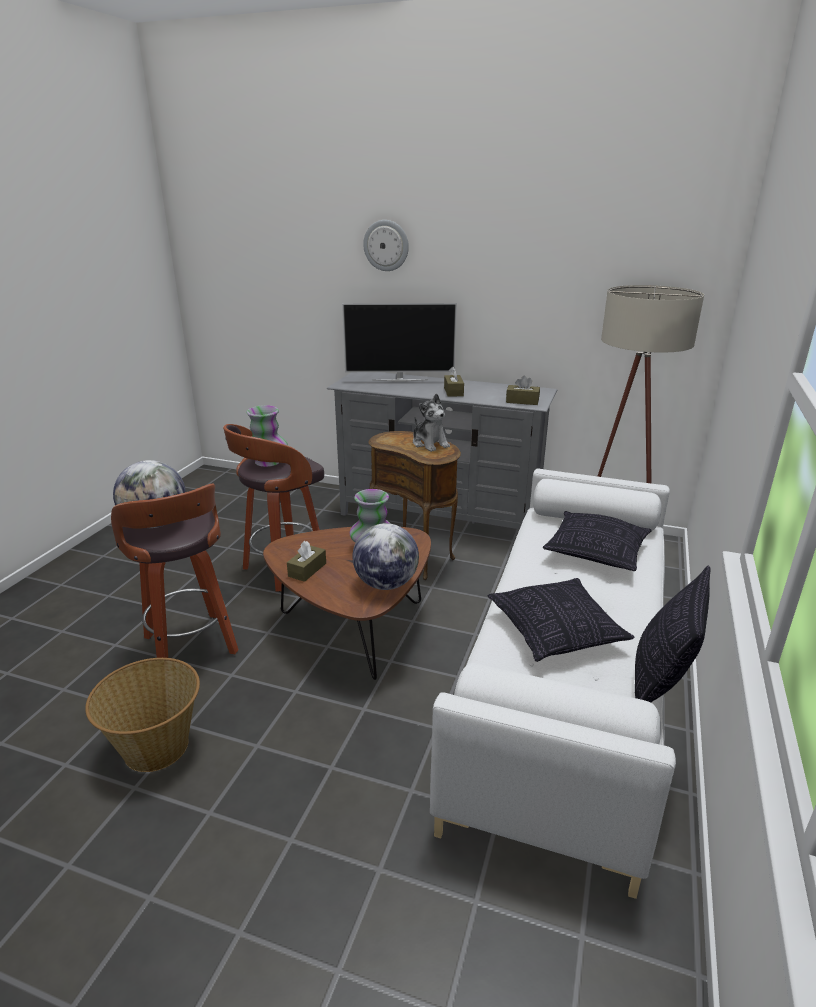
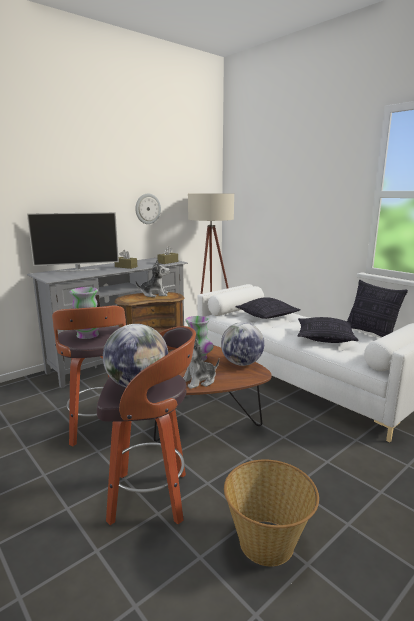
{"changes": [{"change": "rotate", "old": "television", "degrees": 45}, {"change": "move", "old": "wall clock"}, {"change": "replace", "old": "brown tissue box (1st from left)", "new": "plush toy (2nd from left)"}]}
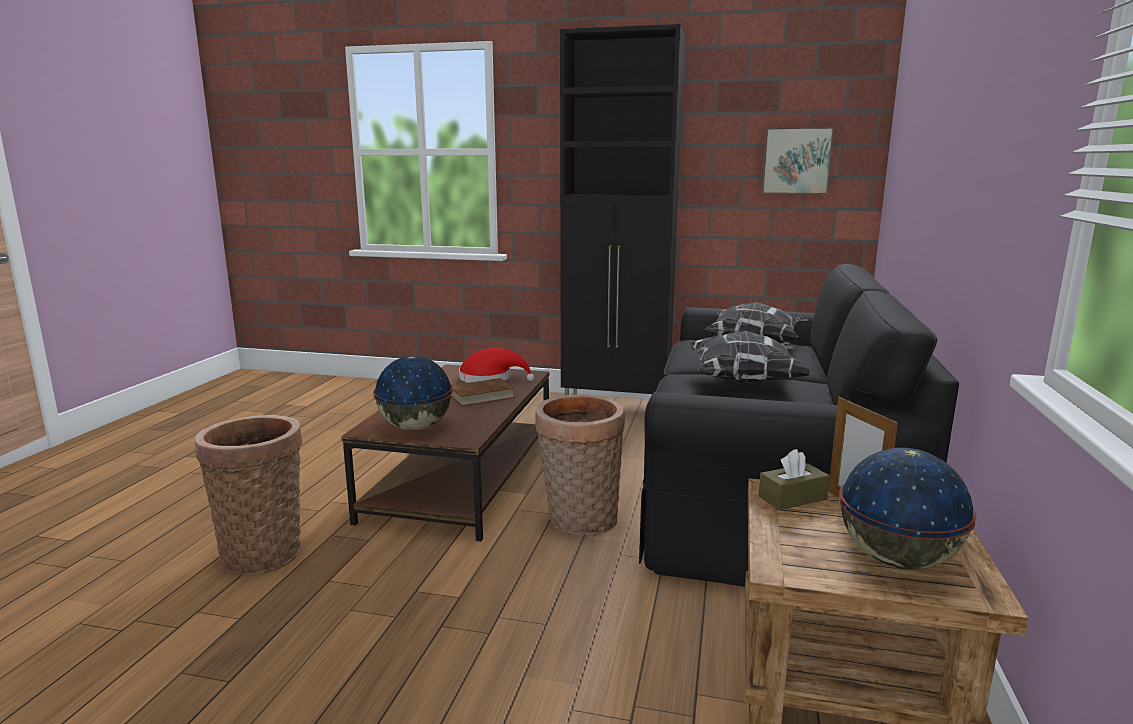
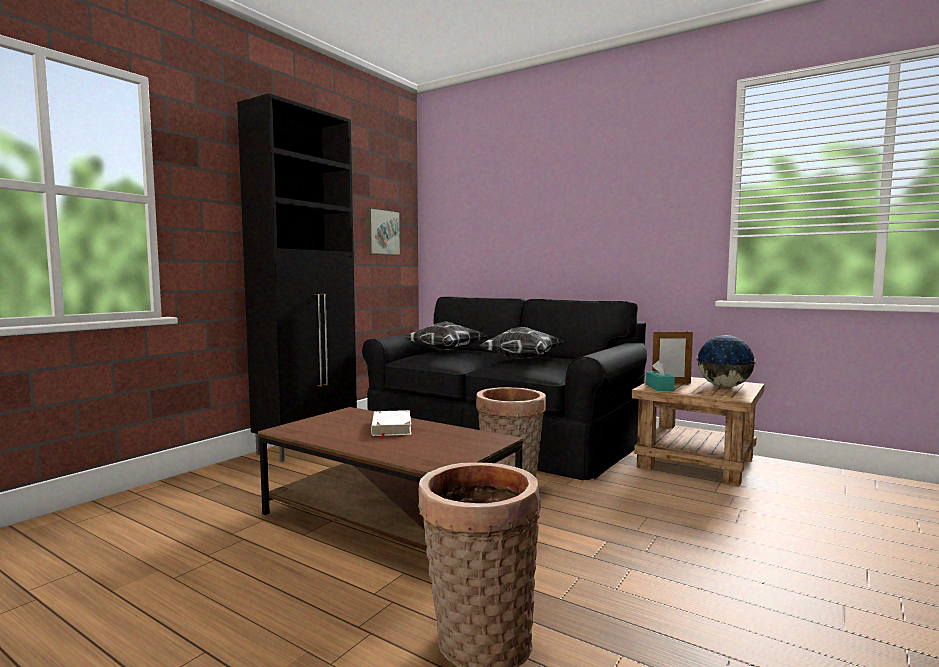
{"changes": [{"change": "recolor", "old": "brown book", "new": "white book"}, {"change": "recolor", "old": "brown tissue box", "new": "turquoise tissue box"}, {"change": "delete", "old": "globe (1st from left)"}, {"change": "delete", "old": "red hat"}]}
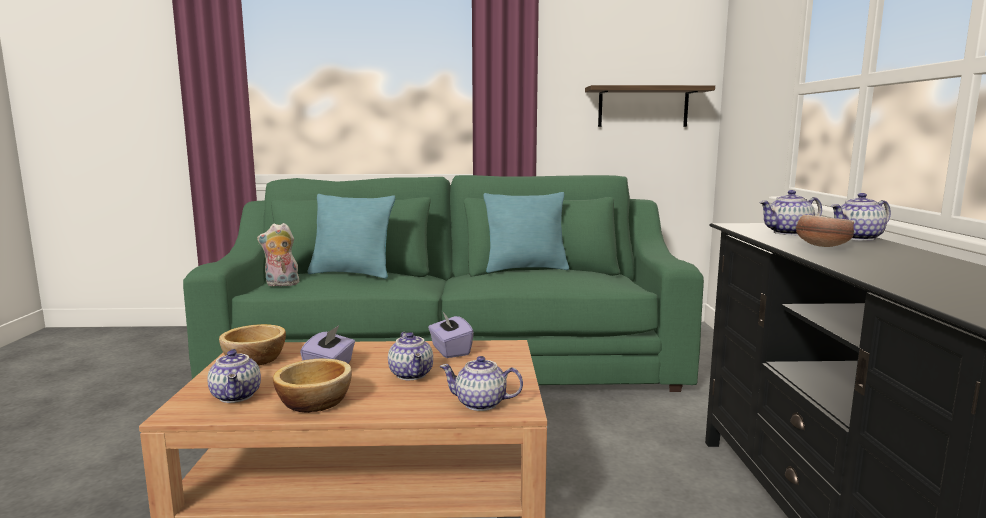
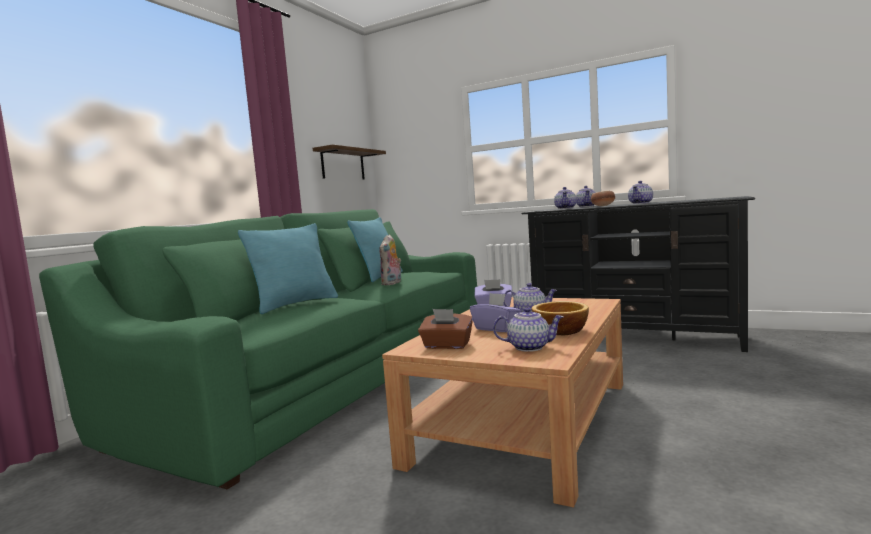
{"changes": [{"change": "move", "old": "plush toy"}, {"change": "replace", "old": "bowl (1st from left)", "new": "brown tissue box"}, {"change": "move", "old": "teapot (3rd from left in the first image)", "new": "teapot (5th from left)"}]}
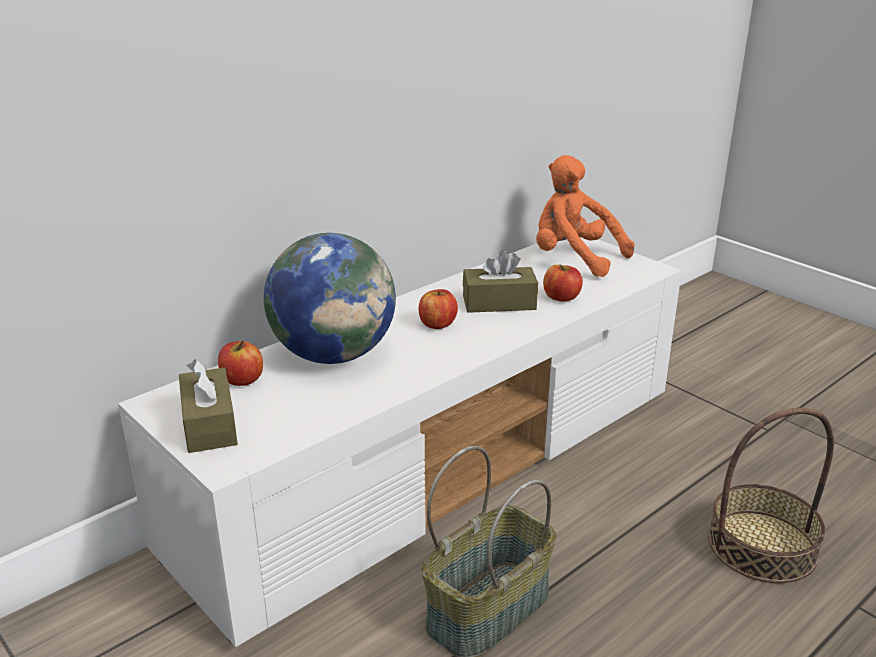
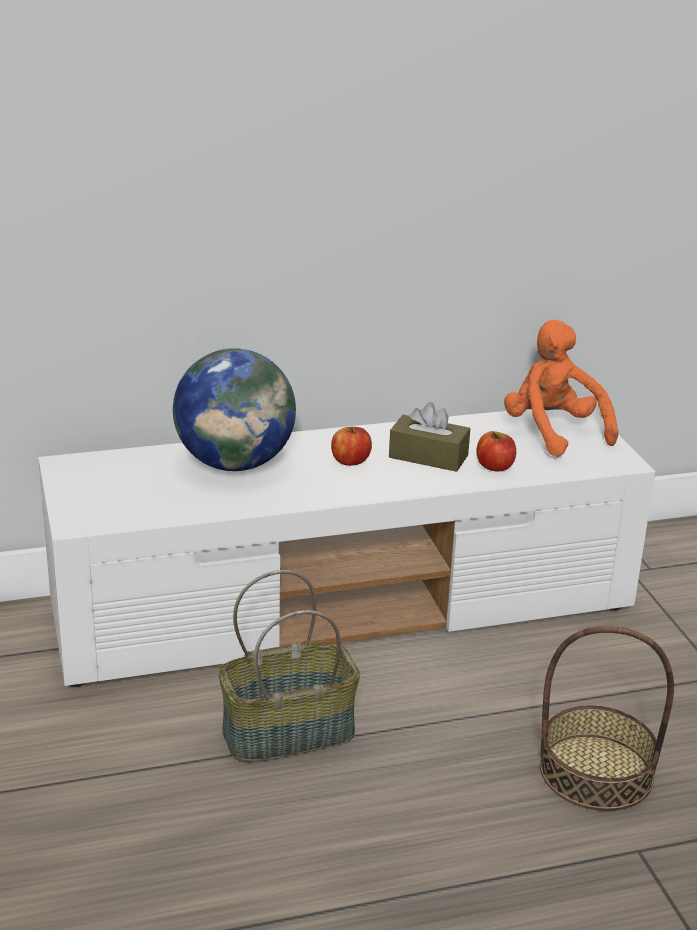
{"changes": [{"change": "delete", "old": "brown tissue box (1st from left)"}, {"change": "delete", "old": "apple (1st from left)"}]}
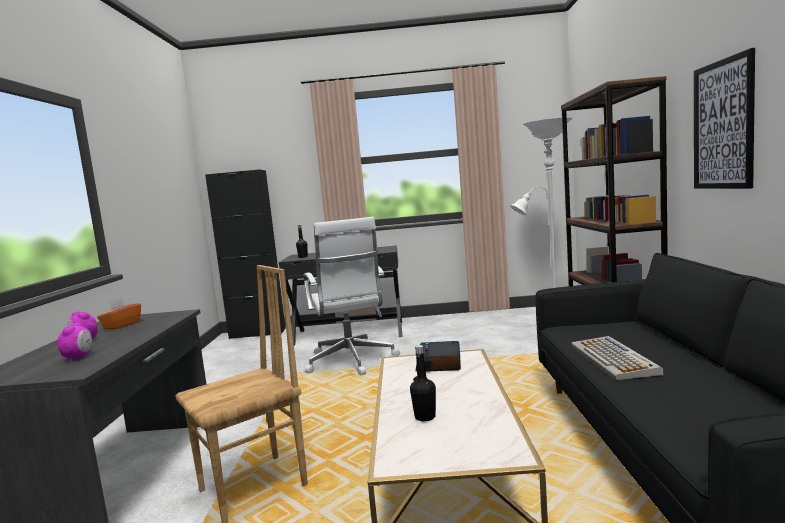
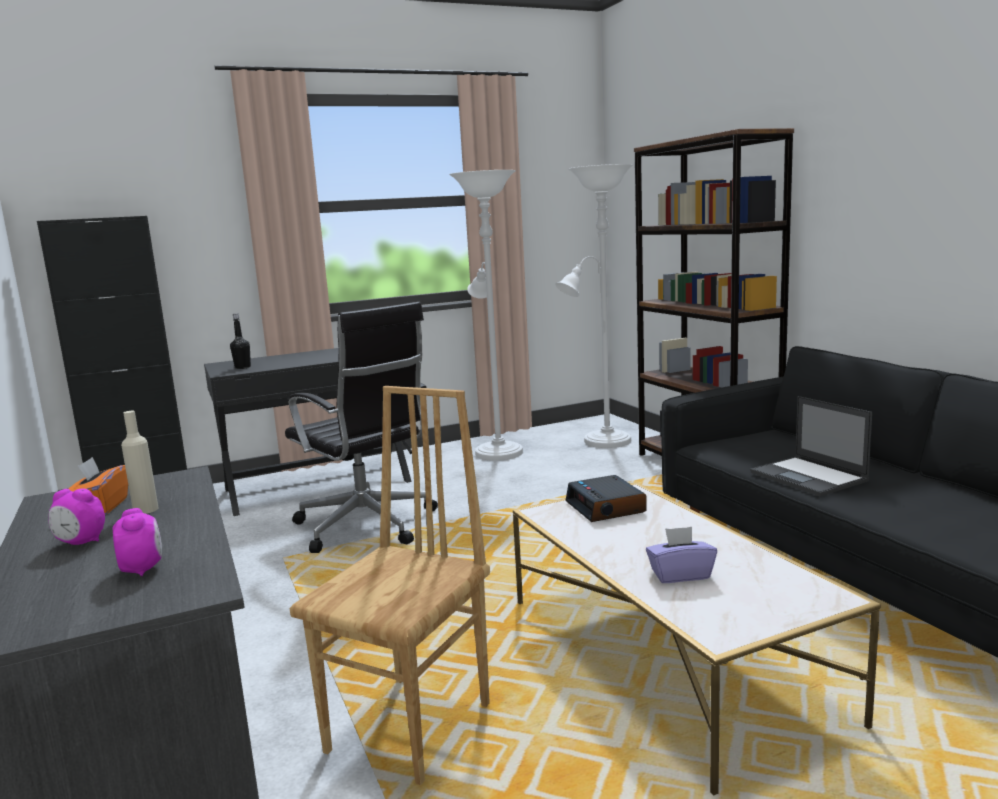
{"changes": [{"change": "insert", "new": "beige bottle"}, {"change": "recolor", "old": "white office chair", "new": "black office chair"}, {"change": "insert", "new": "white floor lamp (1st from left)"}, {"change": "replace", "old": "black bottle (2nd from left)", "new": "purple tissue box"}, {"change": "replace", "old": "keyboard", "new": "laptop"}, {"change": "delete", "old": "picture"}]}
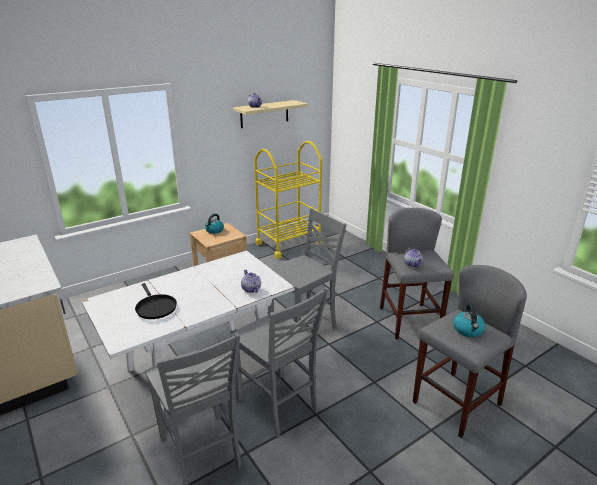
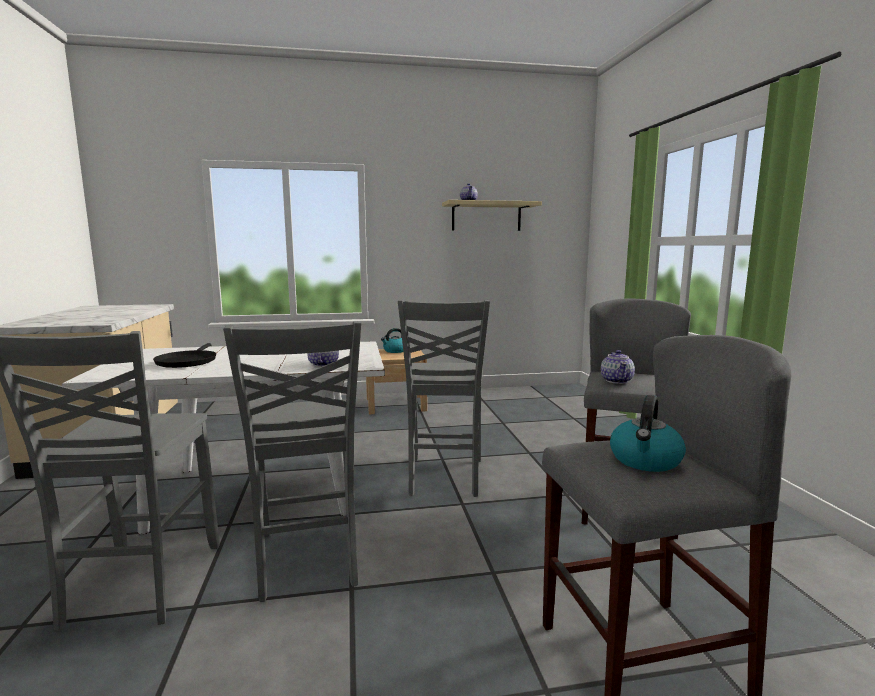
{"changes": [{"change": "rotate", "old": "grey chair (3rd from left)", "degrees": 105}, {"change": "delete", "old": "yellow cart"}]}
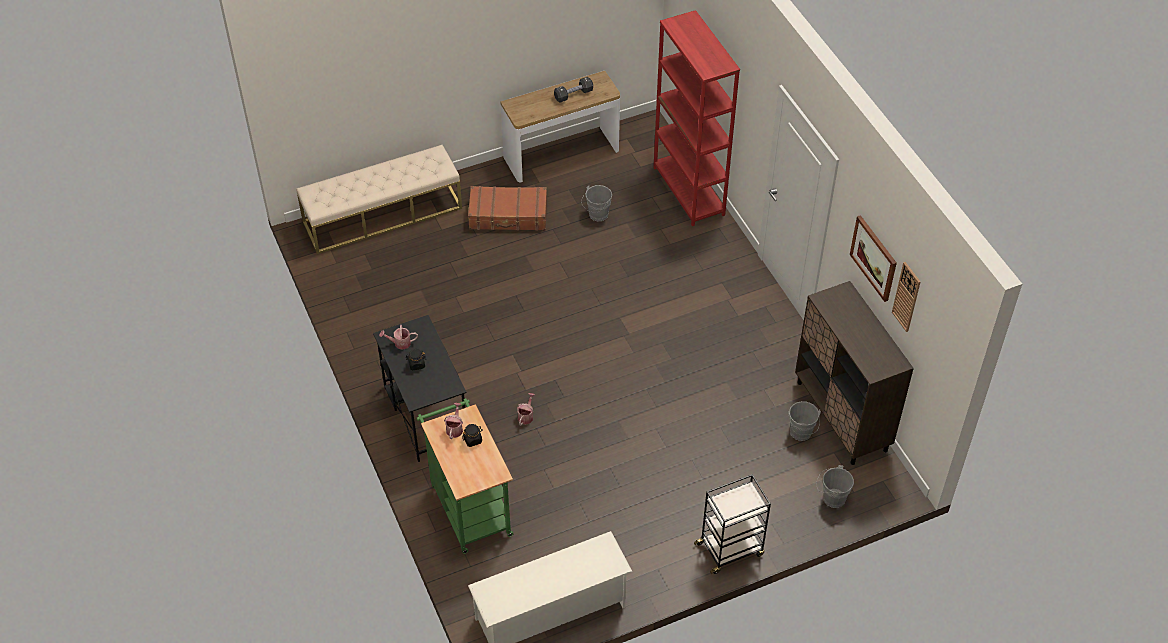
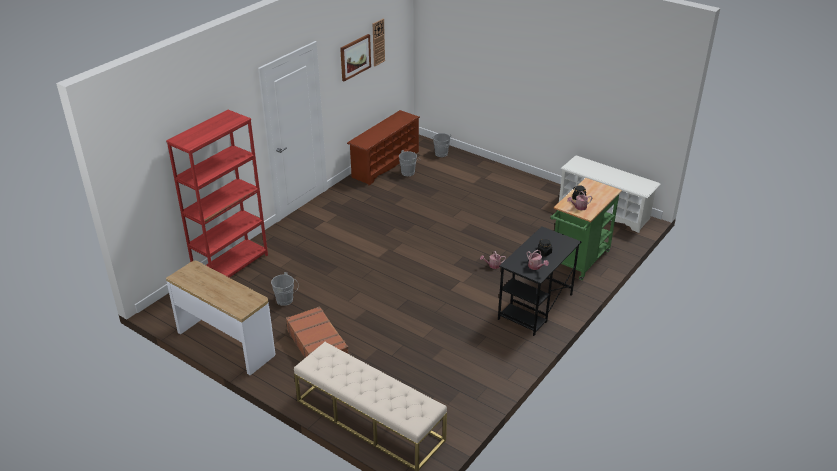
{"changes": [{"change": "replace", "old": "brown cabinet", "new": "brown shoe rack"}, {"change": "delete", "old": "black dumbbell"}, {"change": "delete", "old": "black cart"}]}
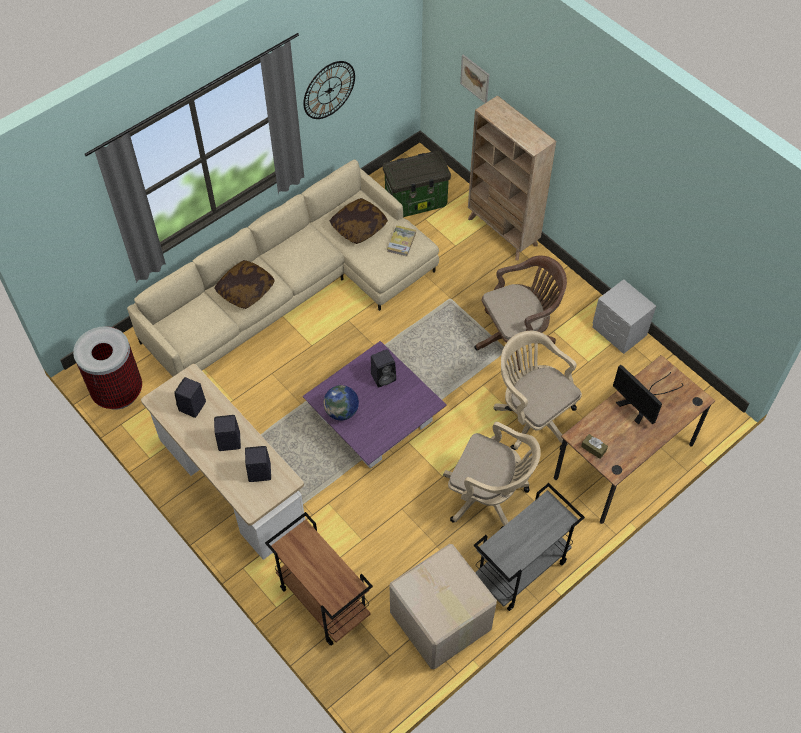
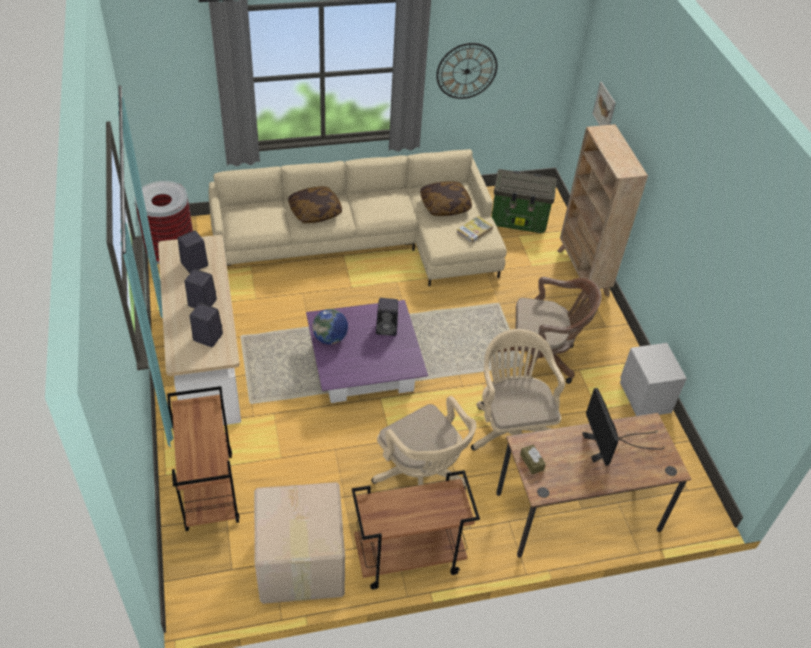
{"changes": [{"change": "recolor", "old": "grey cart", "new": "brown cart (2nd from left)"}]}
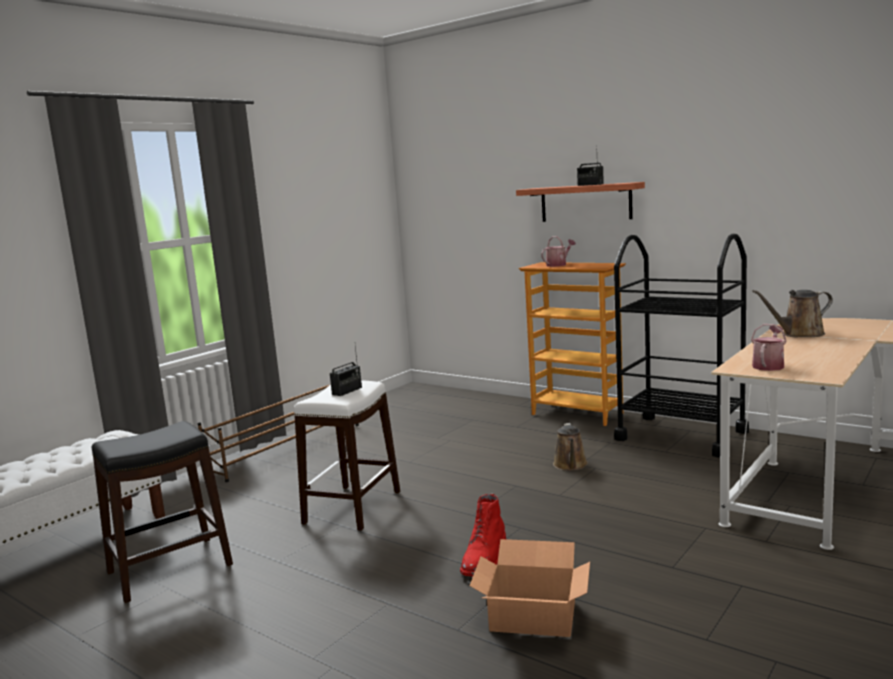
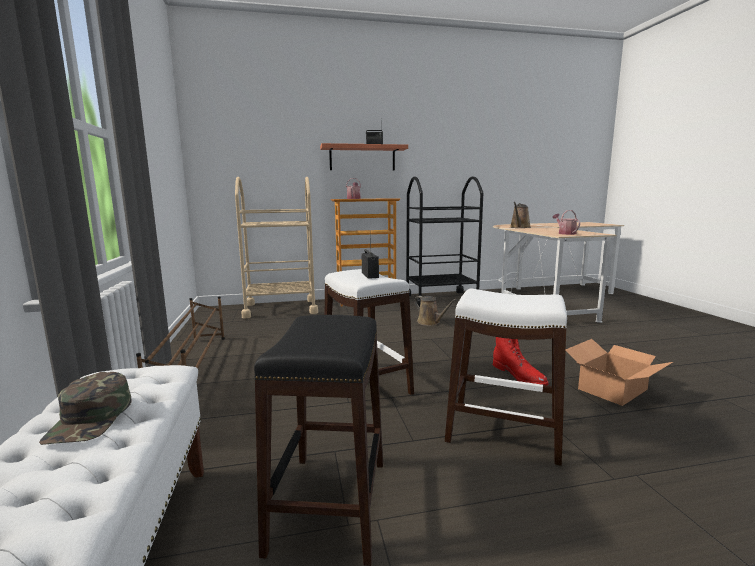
{"changes": [{"change": "insert", "new": "green cap"}, {"change": "insert", "new": "beige cart"}, {"change": "insert", "new": "white stool (2nd from left)"}]}
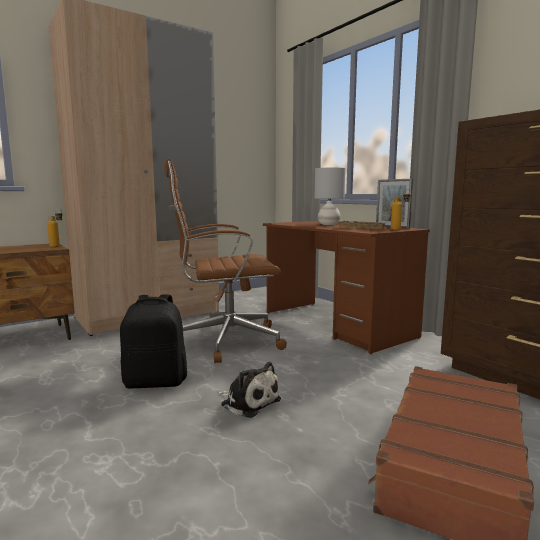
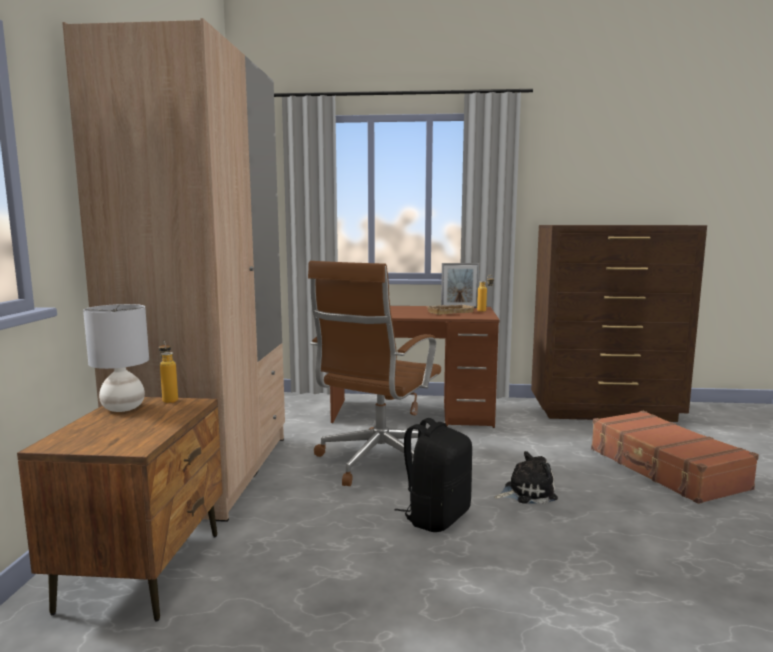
{"changes": [{"change": "move", "old": "grey table lamp"}]}
